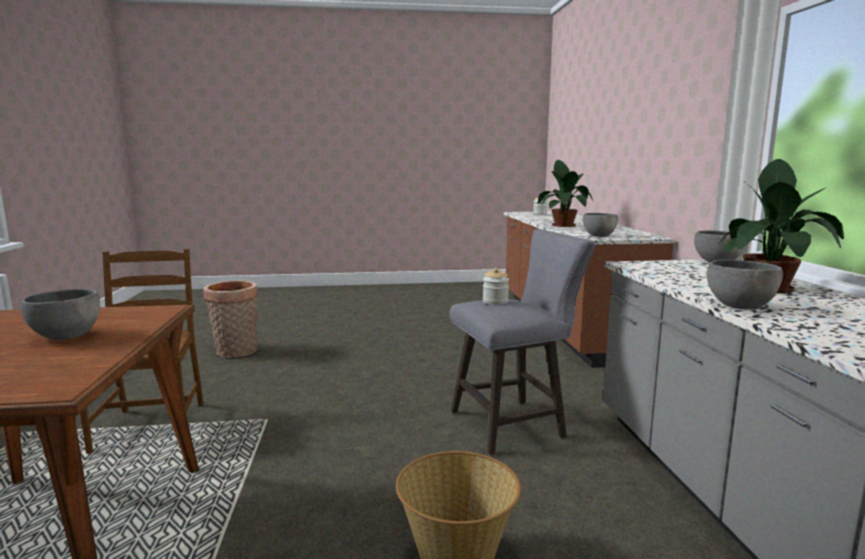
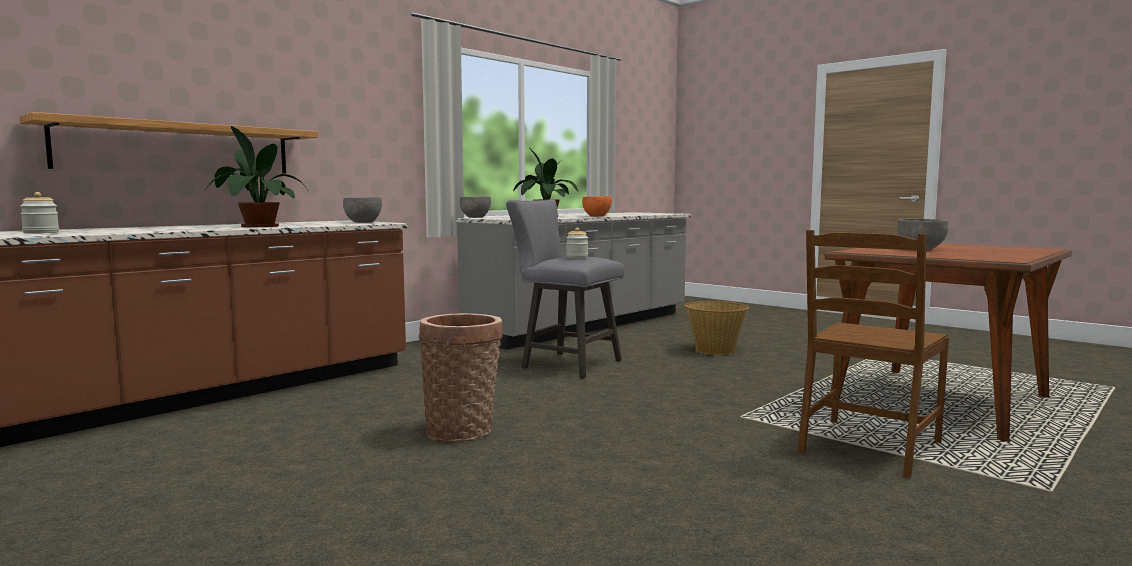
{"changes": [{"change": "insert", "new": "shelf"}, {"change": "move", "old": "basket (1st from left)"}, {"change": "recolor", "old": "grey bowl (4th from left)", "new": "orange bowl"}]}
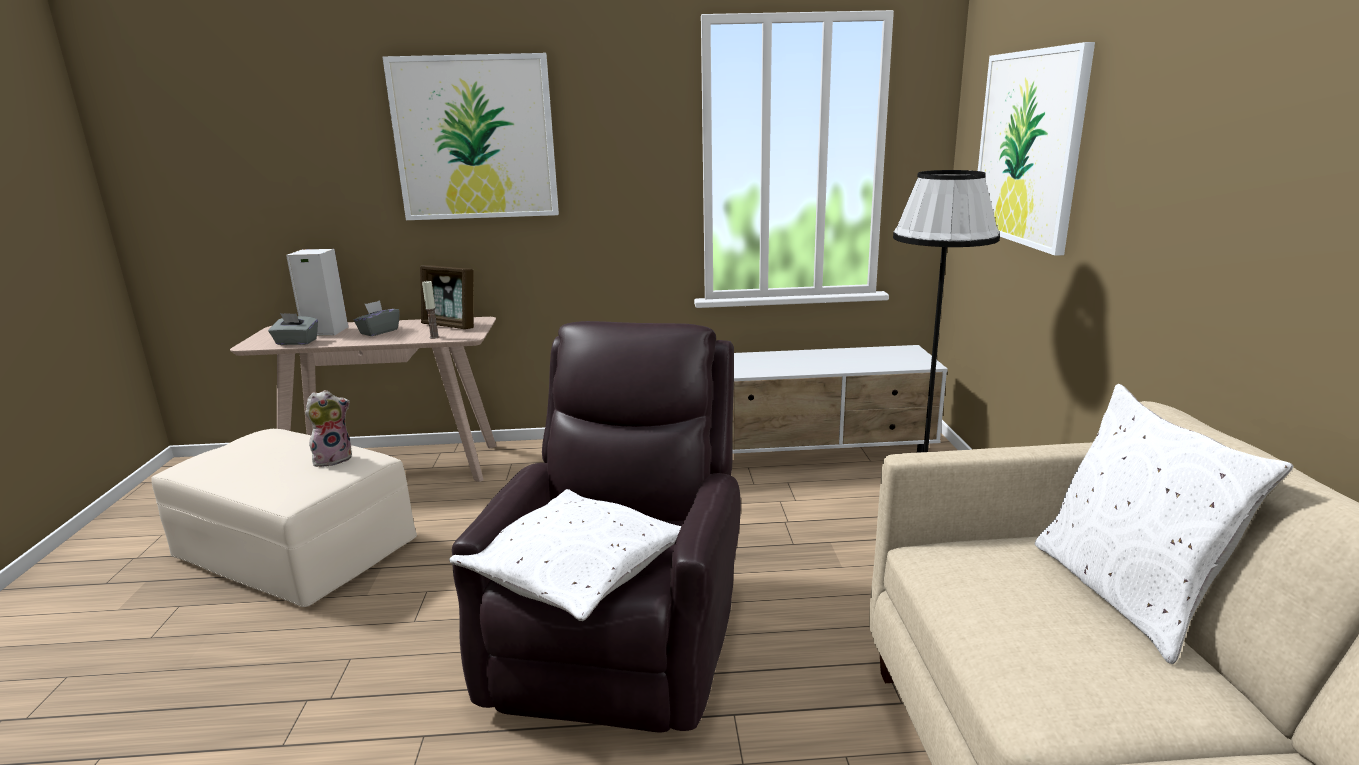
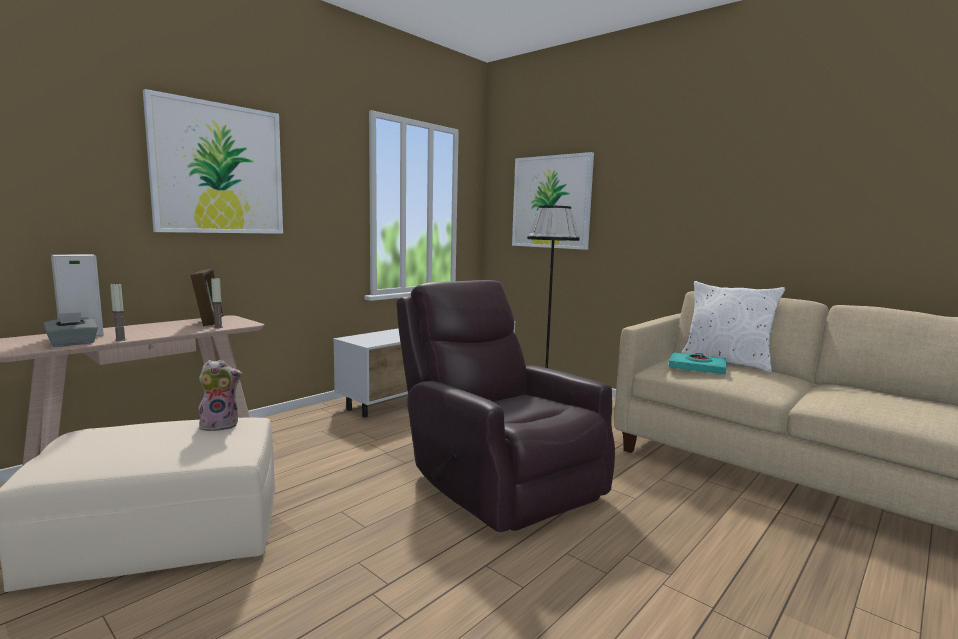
{"changes": [{"change": "insert", "new": "candle (1st from left)"}, {"change": "rotate", "old": "picture frame", "degrees": -90}, {"change": "rotate", "old": "plush toy", "degrees": 60}, {"change": "insert", "new": "turquoise book"}, {"change": "delete", "old": "grey tissue box (2nd from left)"}, {"change": "delete", "old": "white pillow (1st from left)"}]}
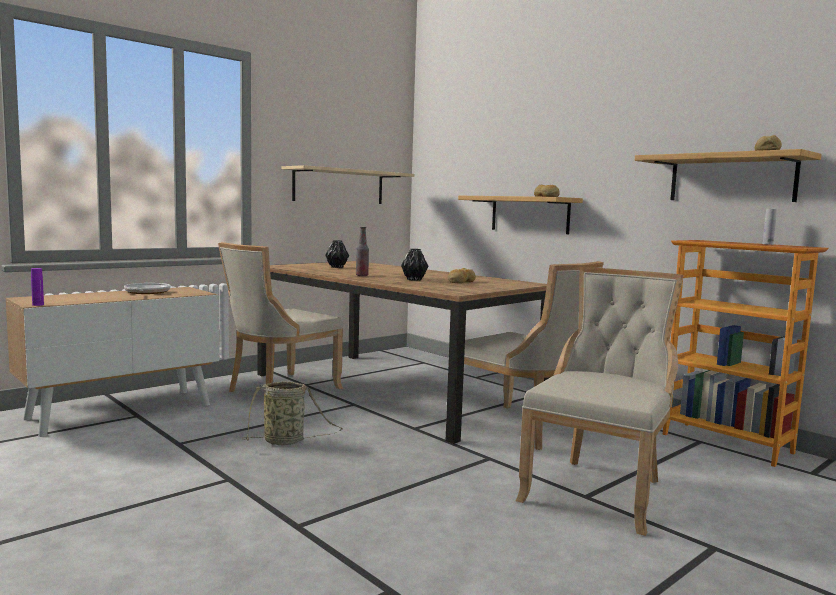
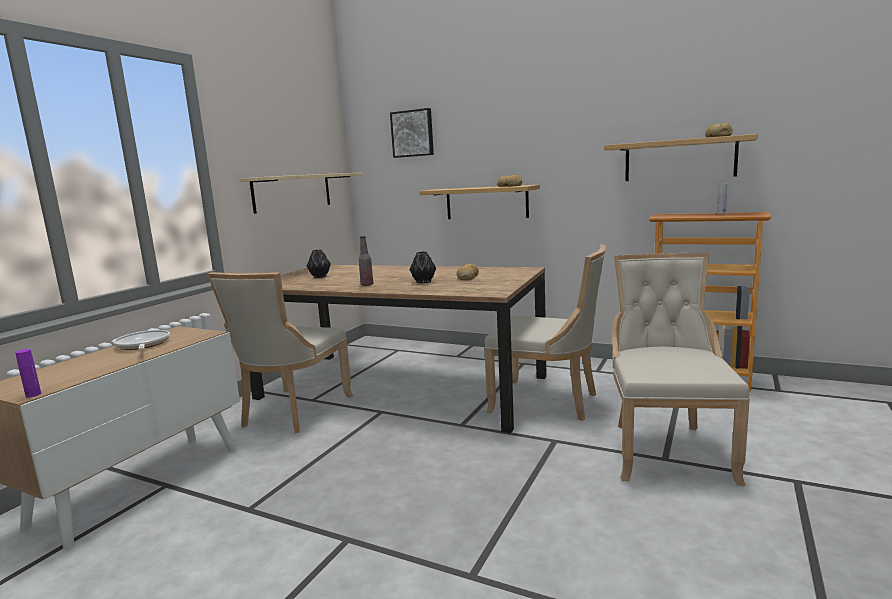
{"changes": [{"change": "insert", "new": "picture"}, {"change": "delete", "old": "basket"}]}
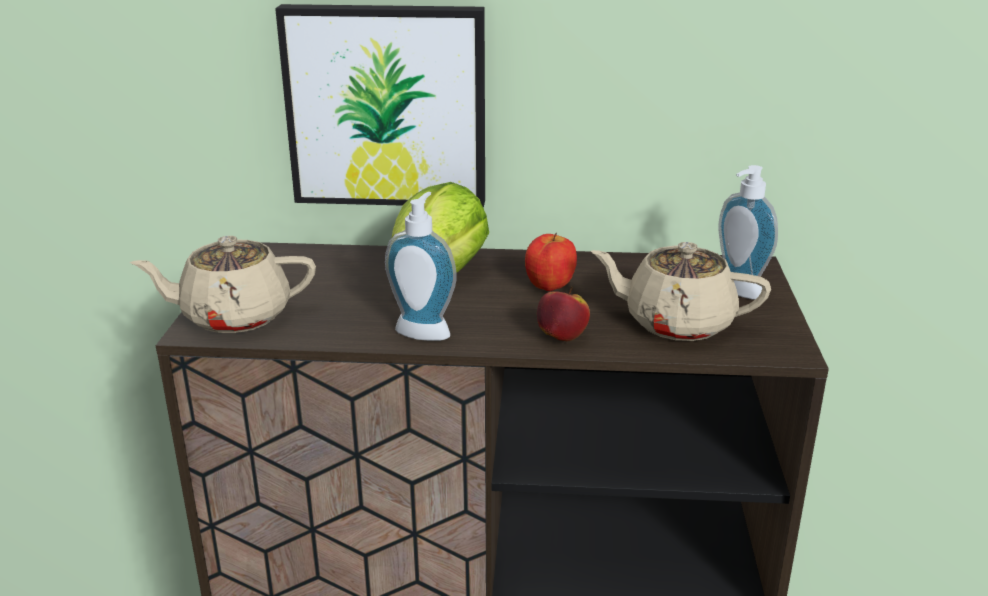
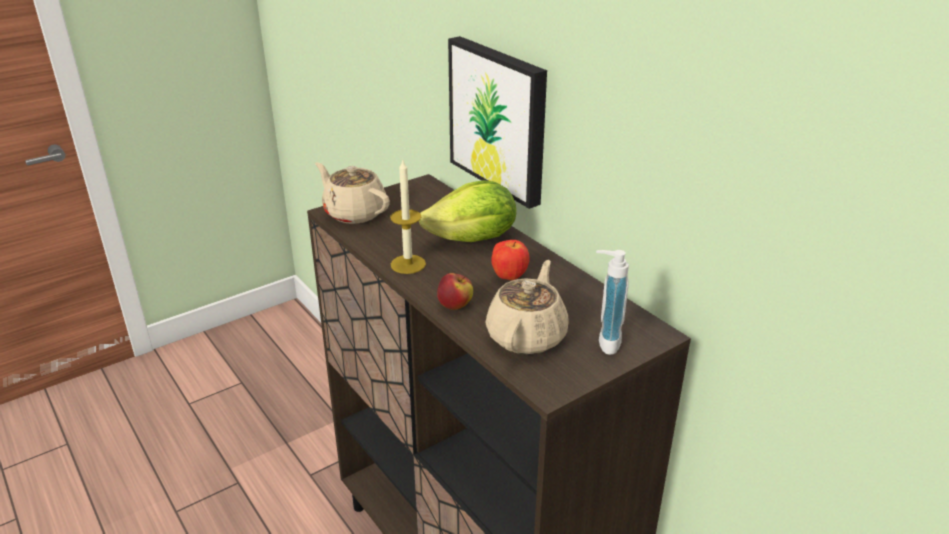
{"changes": [{"change": "replace", "old": "soap dispenser (1st from left)", "new": "candle"}, {"change": "rotate", "old": "beige teapot (2nd from left)", "degrees": 45}]}
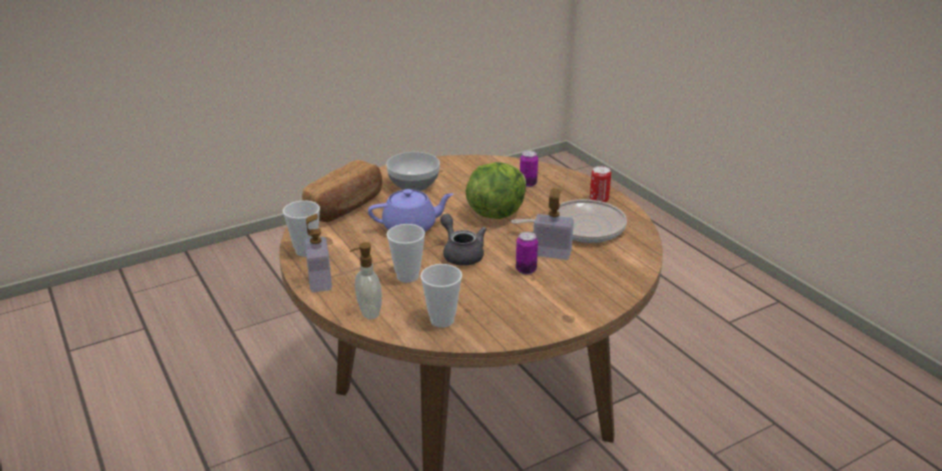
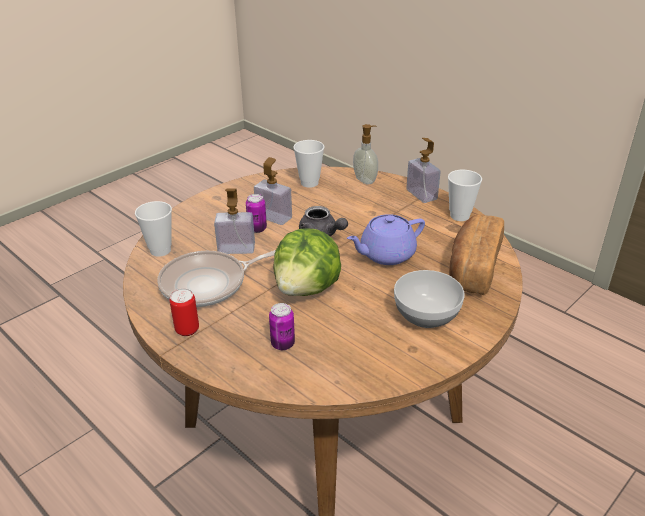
{"changes": [{"change": "move", "old": "cup (2nd from left in the first image)", "new": "cup (1st from left)"}, {"change": "insert", "new": "soap dispenser (2nd from left)"}]}
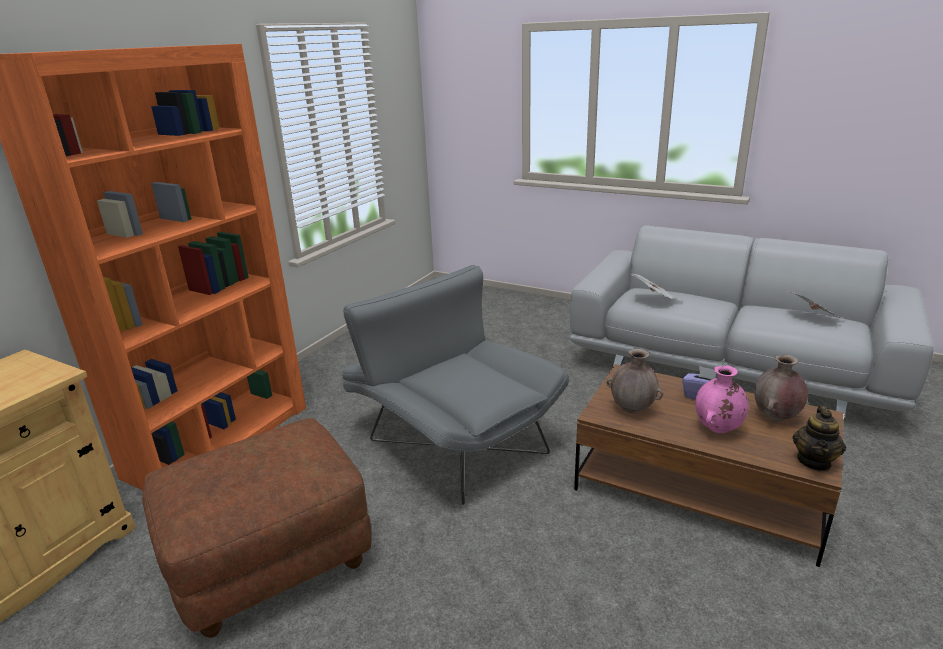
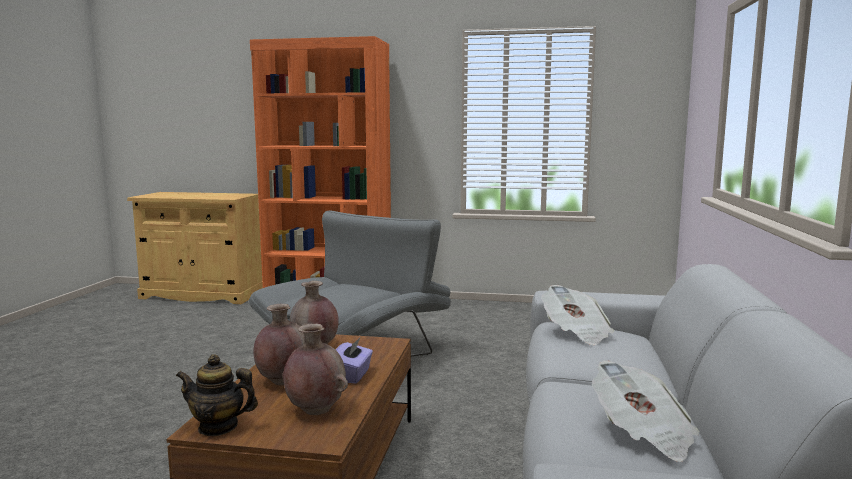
{"changes": [{"change": "recolor", "old": "pink vase", "new": "brown vase (1st from left)"}, {"change": "delete", "old": "brown ottoman"}]}
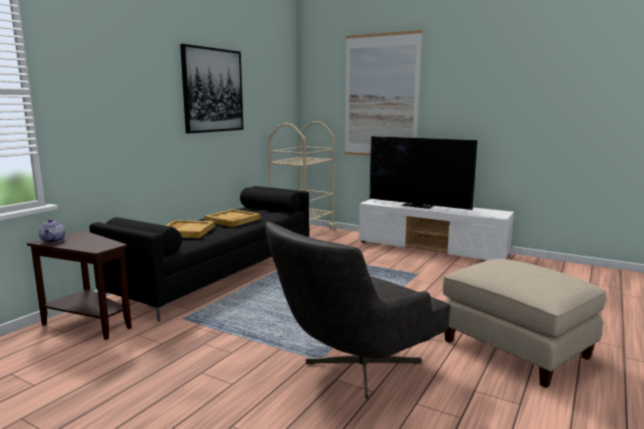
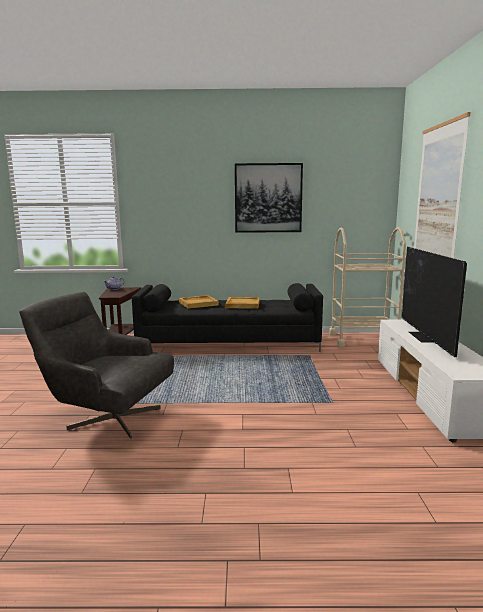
{"changes": [{"change": "delete", "old": "beige ottoman"}]}
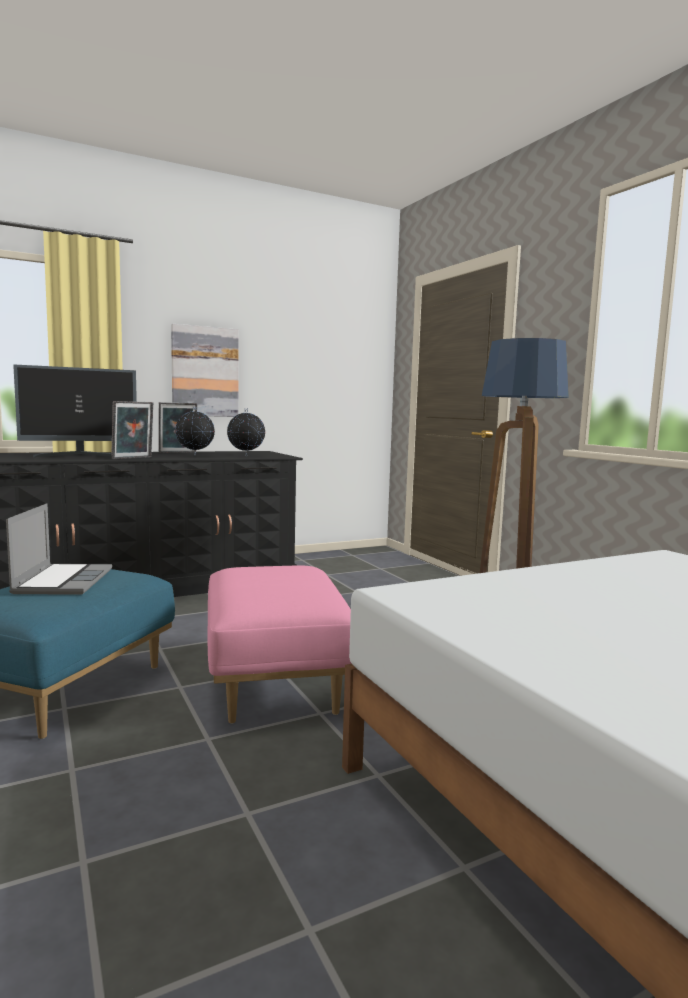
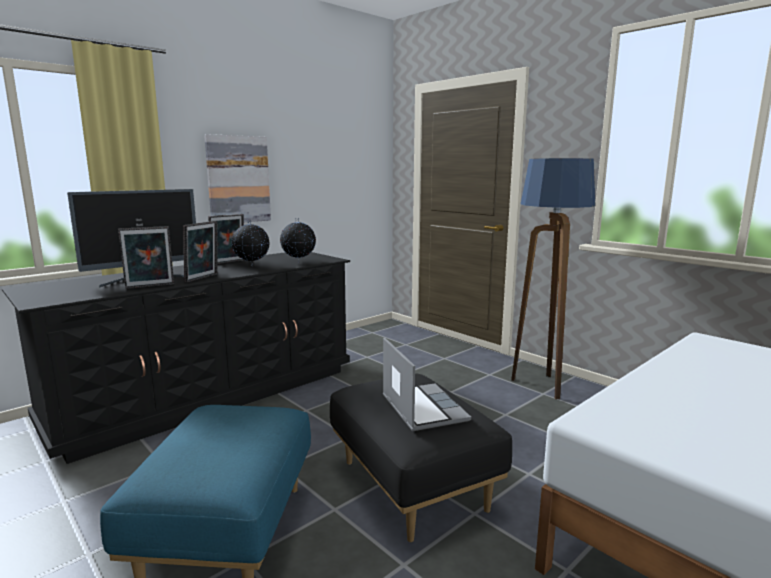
{"changes": [{"change": "insert", "new": "picture frame (1st from left)"}, {"change": "recolor", "old": "pink ottoman", "new": "black ottoman"}, {"change": "move", "old": "laptop"}]}
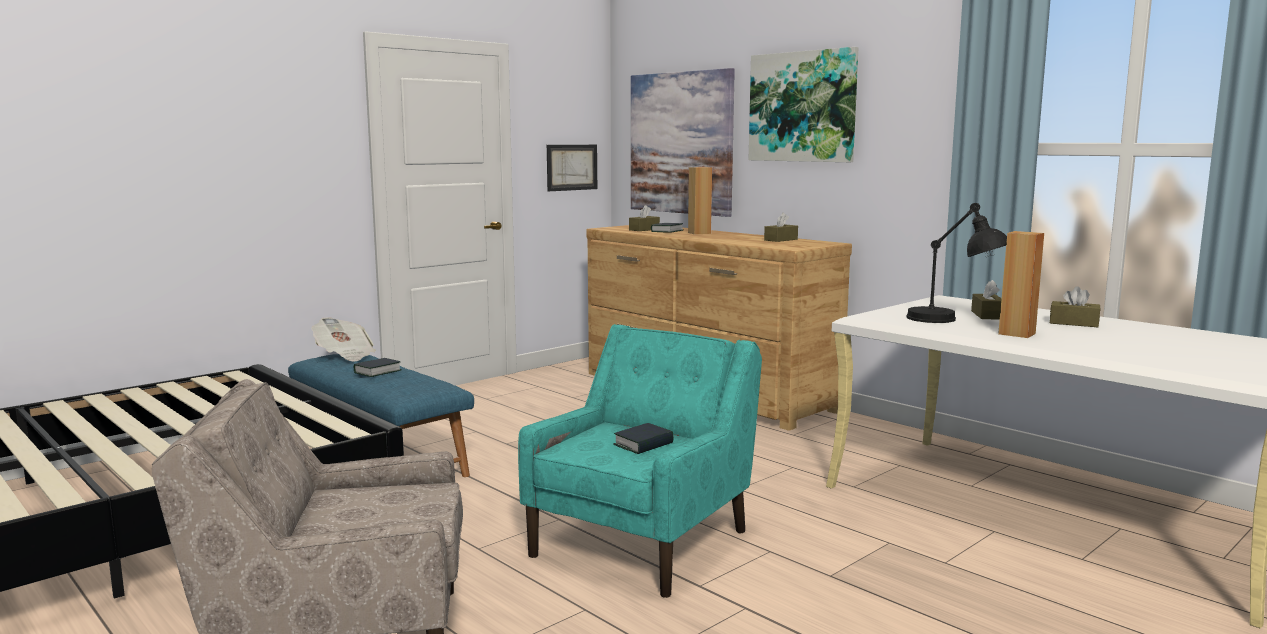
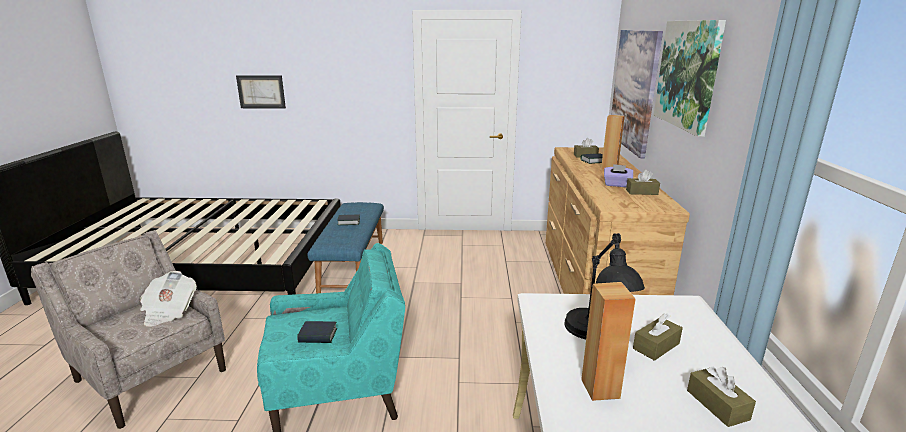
{"changes": [{"change": "move", "old": "newspaper"}, {"change": "move", "old": "picture (1st from left)"}, {"change": "insert", "new": "purple tissue box"}]}
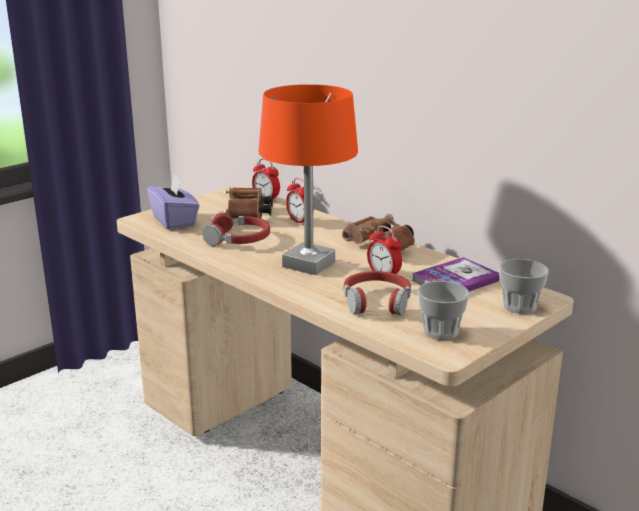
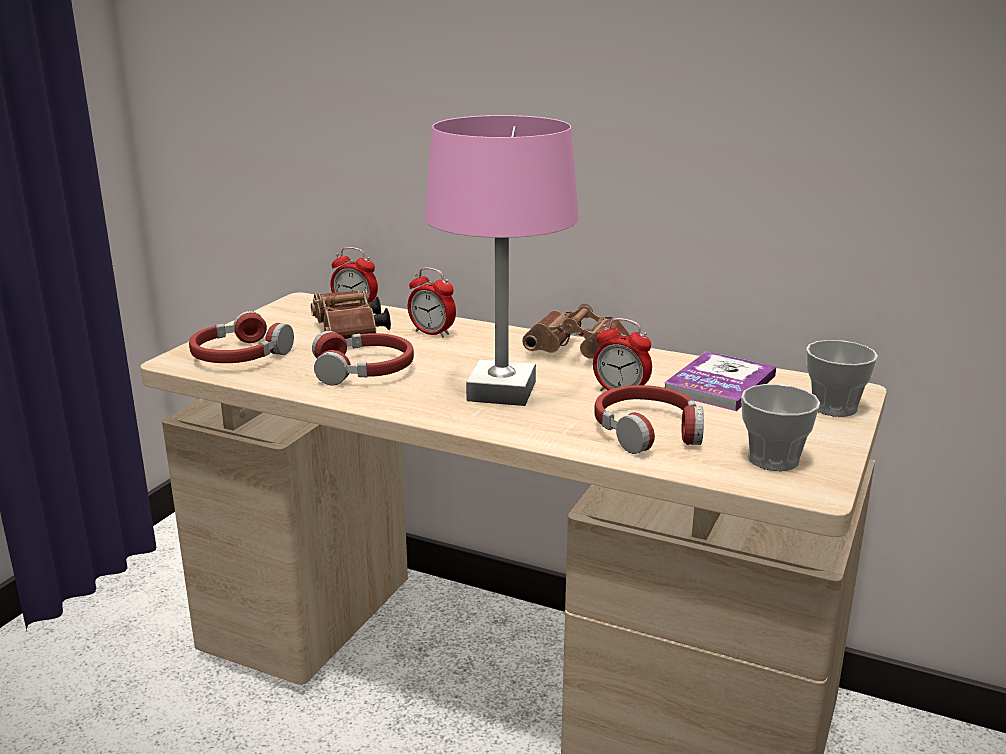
{"changes": [{"change": "replace", "old": "purple tissue box", "new": "red headphones (1st from left)"}, {"change": "recolor", "old": "orange table lamp", "new": "pink table lamp"}]}
